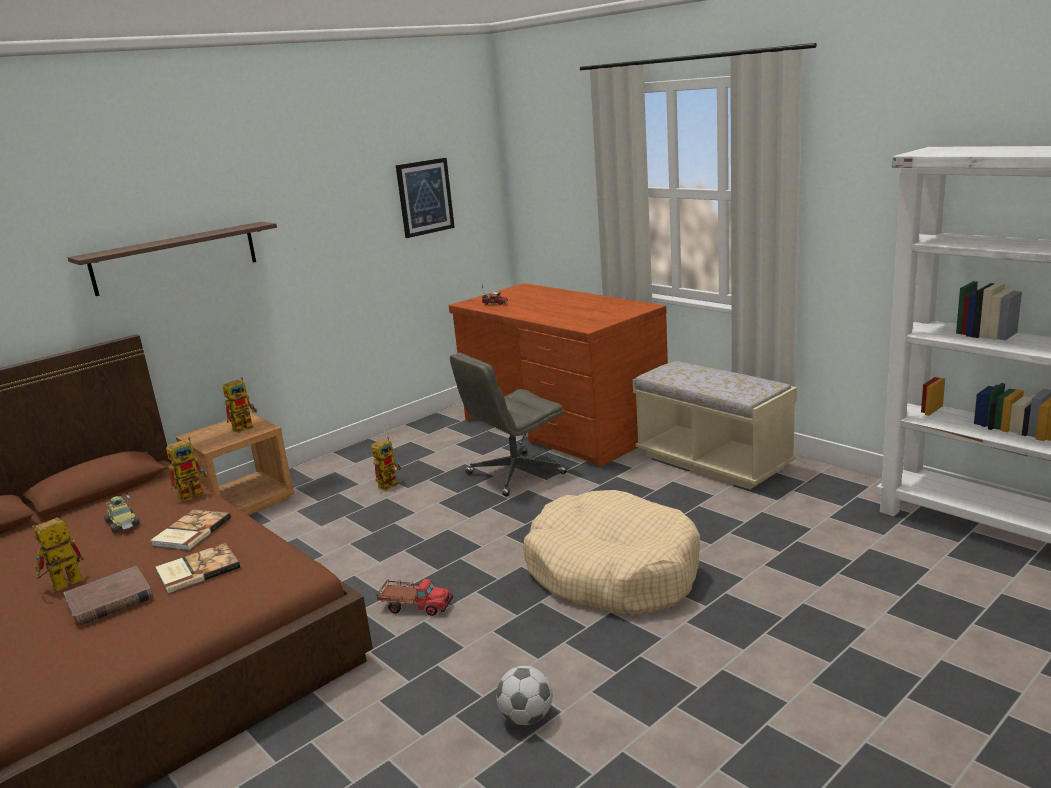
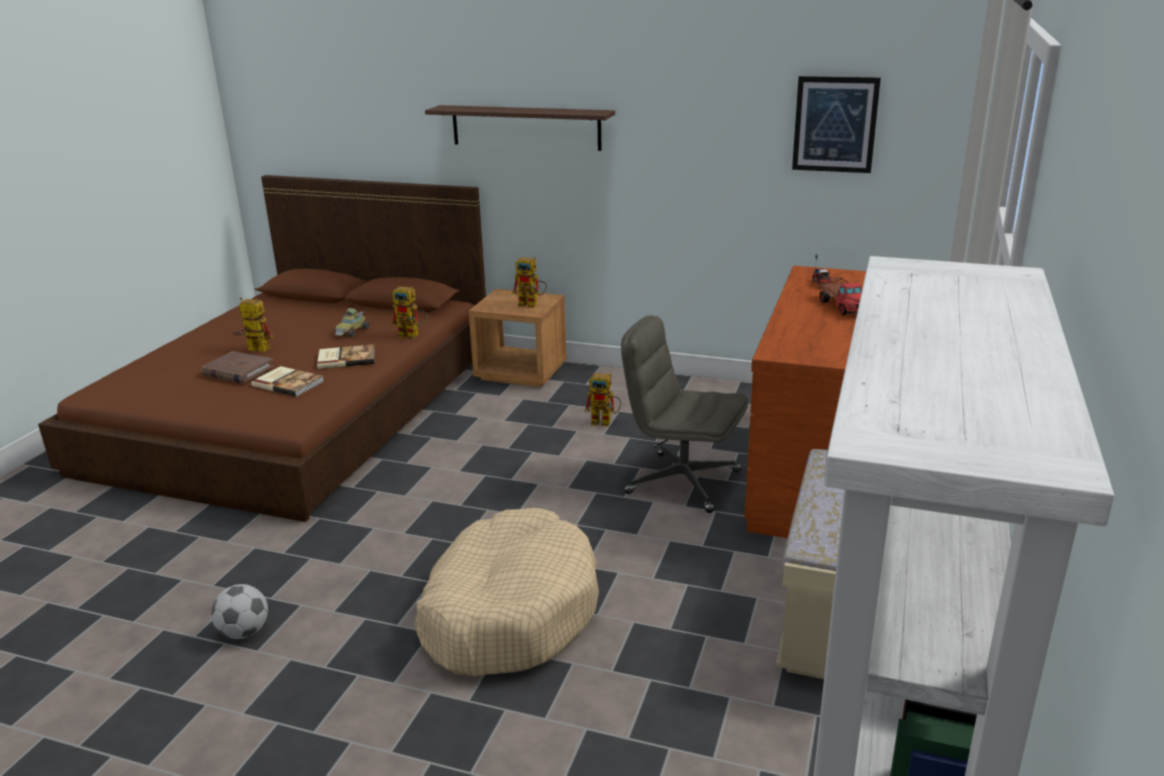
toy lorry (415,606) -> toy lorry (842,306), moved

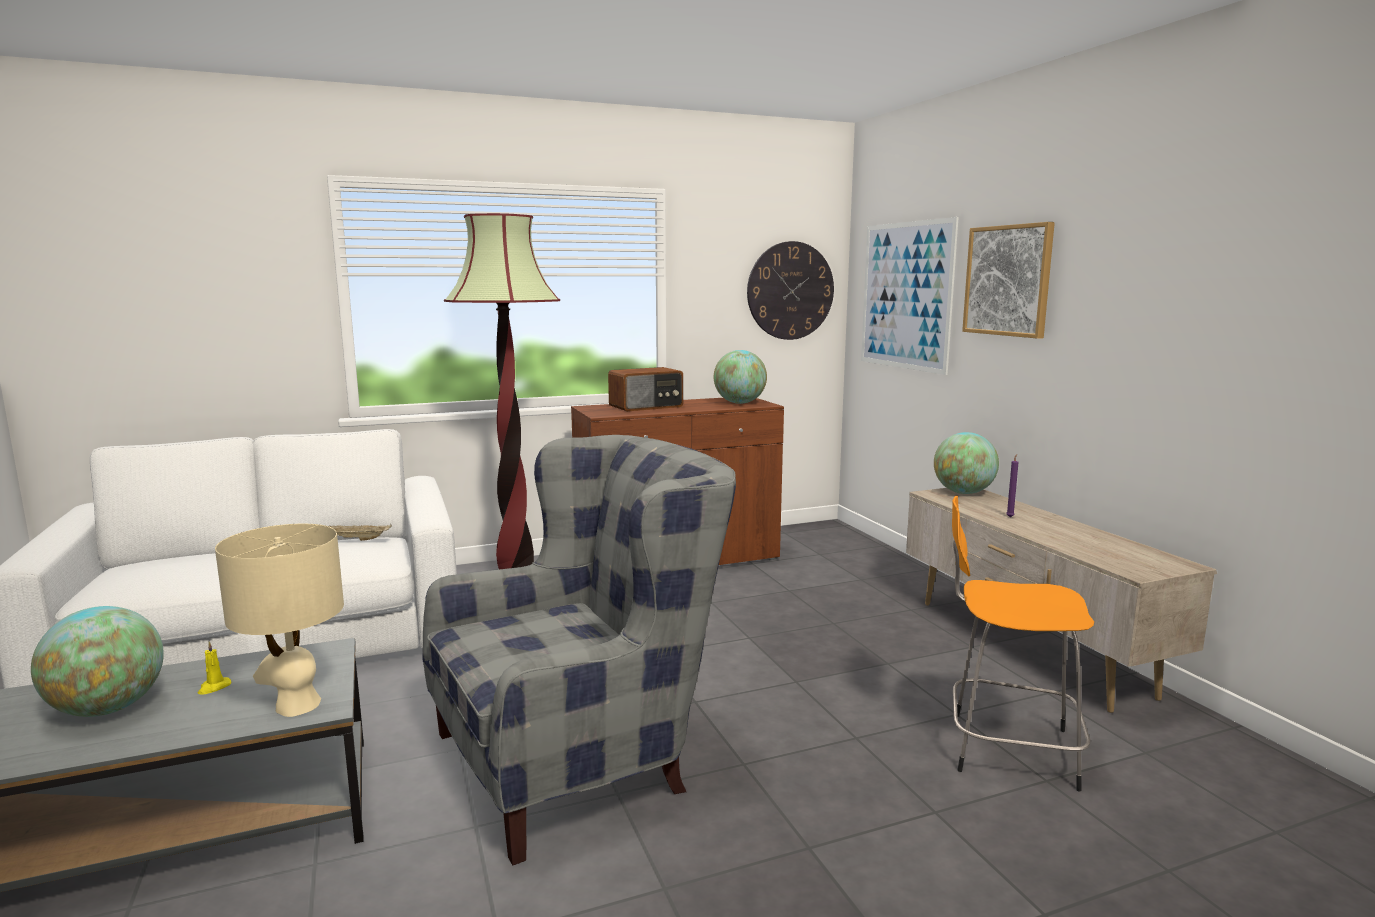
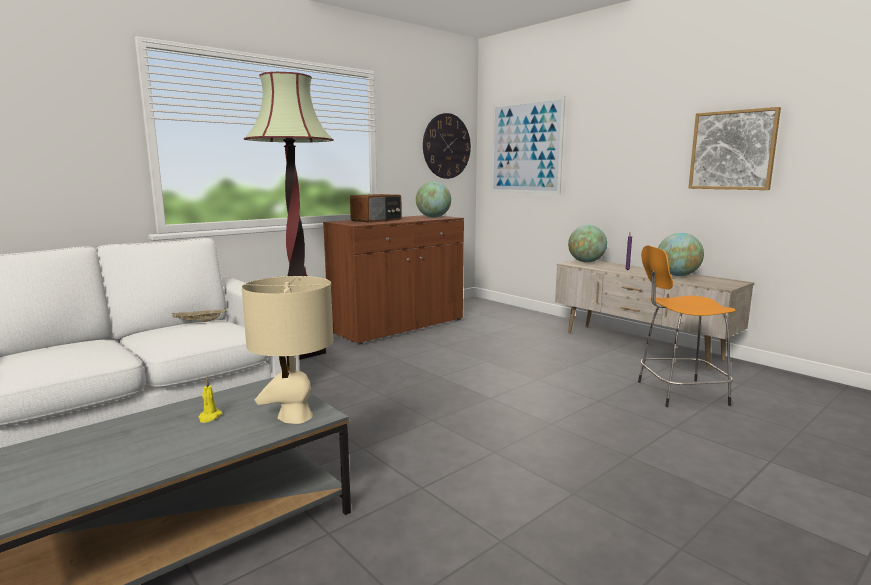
gray easy chair (584,755) -> none
desk globe (107,709) -> desk globe (677,275), moved
wall art (1008,280) -> wall art (732,150), moved

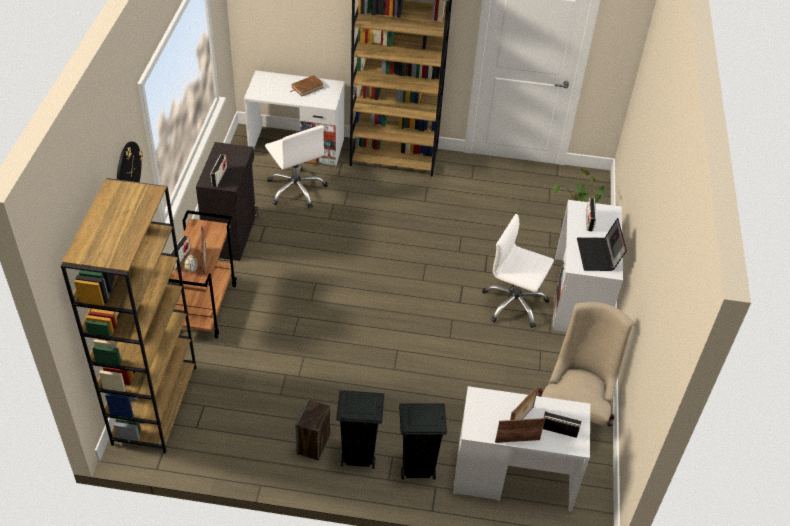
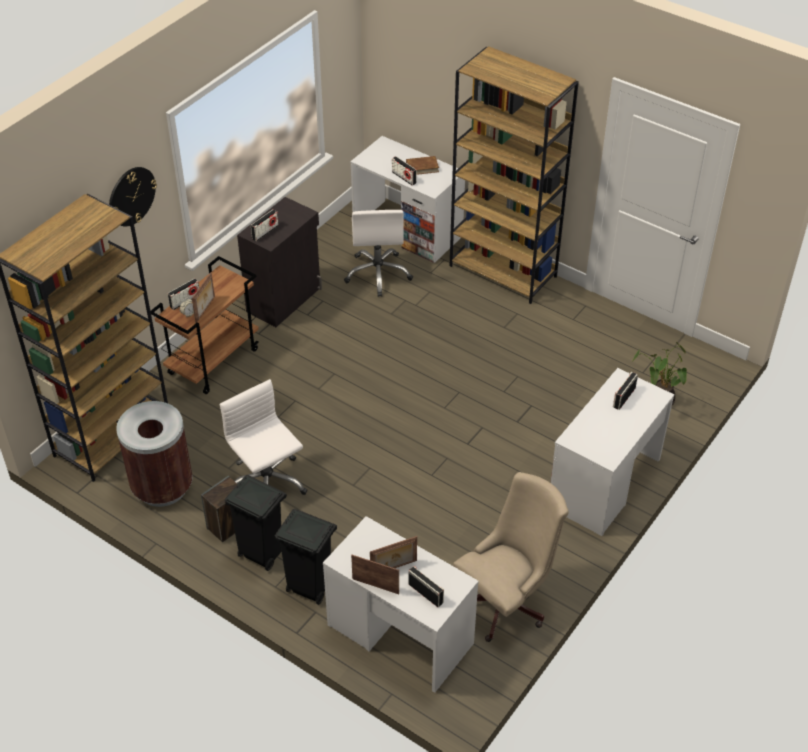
laptop (598,255) -> none
none -> brown-coloured rubbish bin (162,487)
none -> radio receiver (404,177)
white office chair (514,304) -> white office chair (267,483), moved

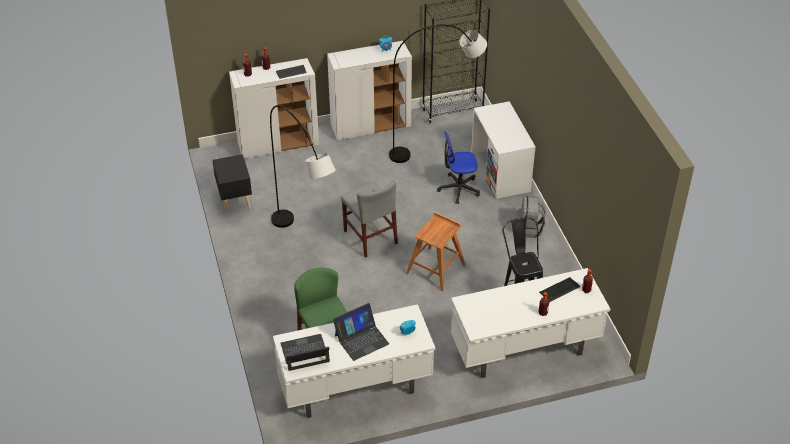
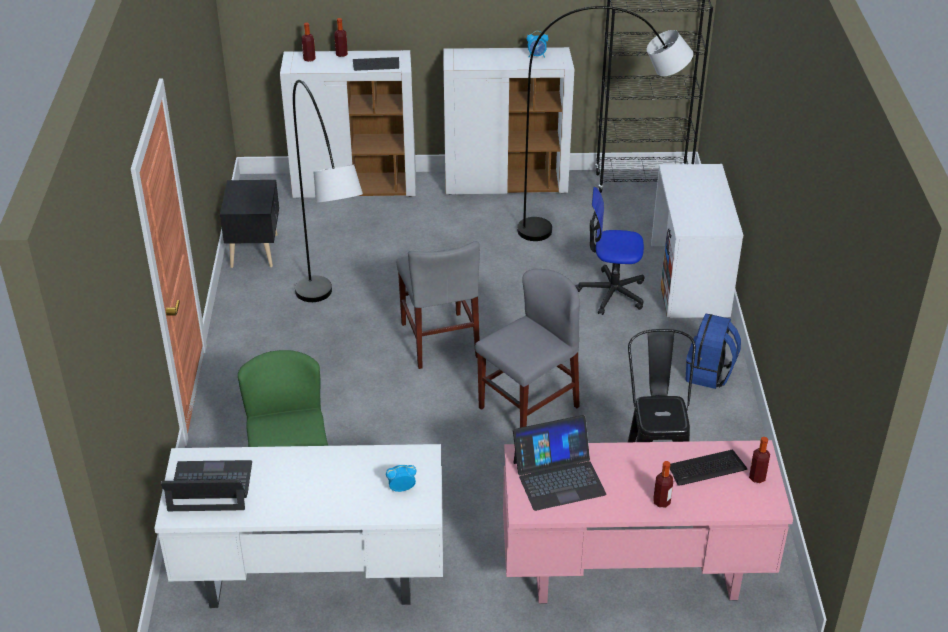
laptop (361,339) -> laptop (558,477), moved
brown-coloured sitting stool (436,269) -> gray upright chair (528,407)
white desk (524,351) -> pinkish desk (633,573)
gray backpack (529,229) -> bluish backpack (709,374)

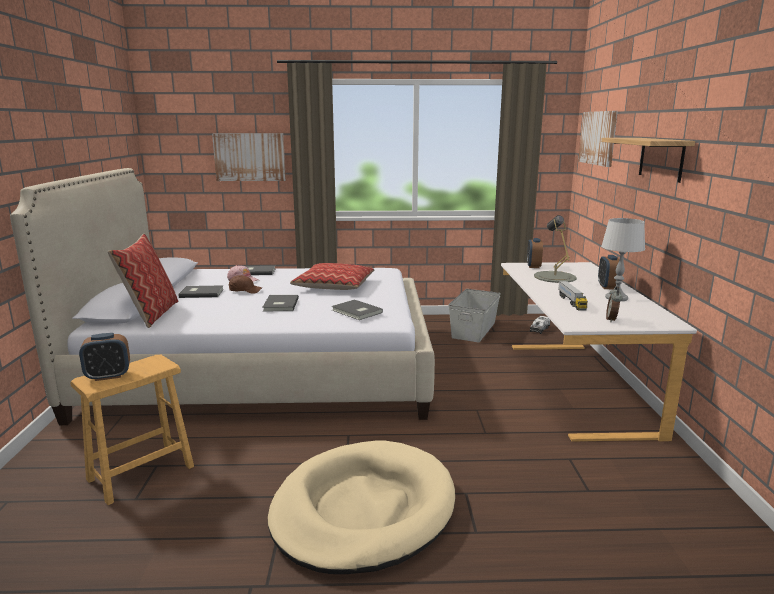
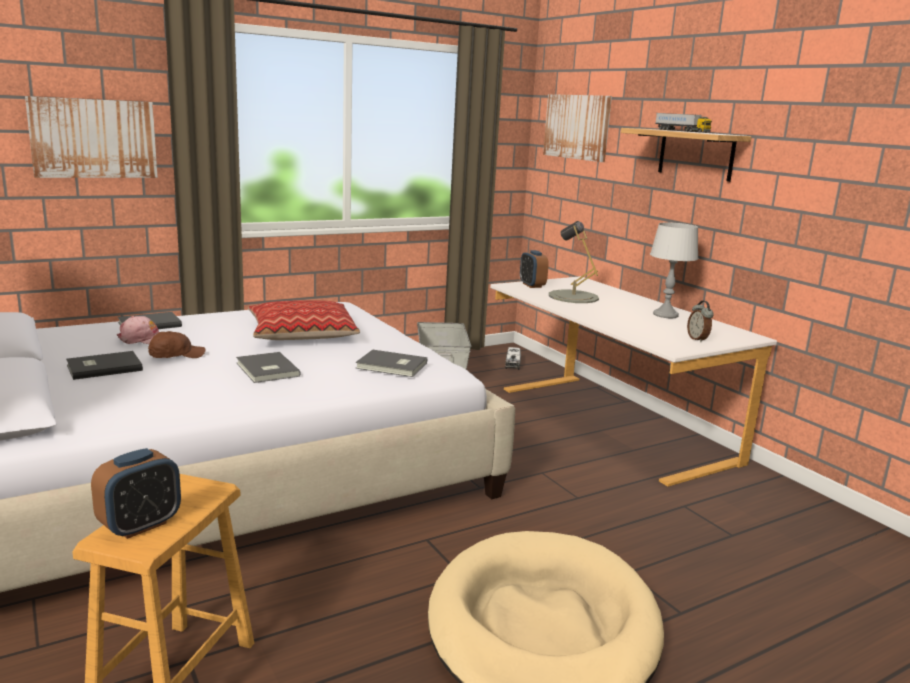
cushion (151,314) -> none
table clock (607,287) -> none
toy lorry (571,302) -> toy lorry (681,131), moved

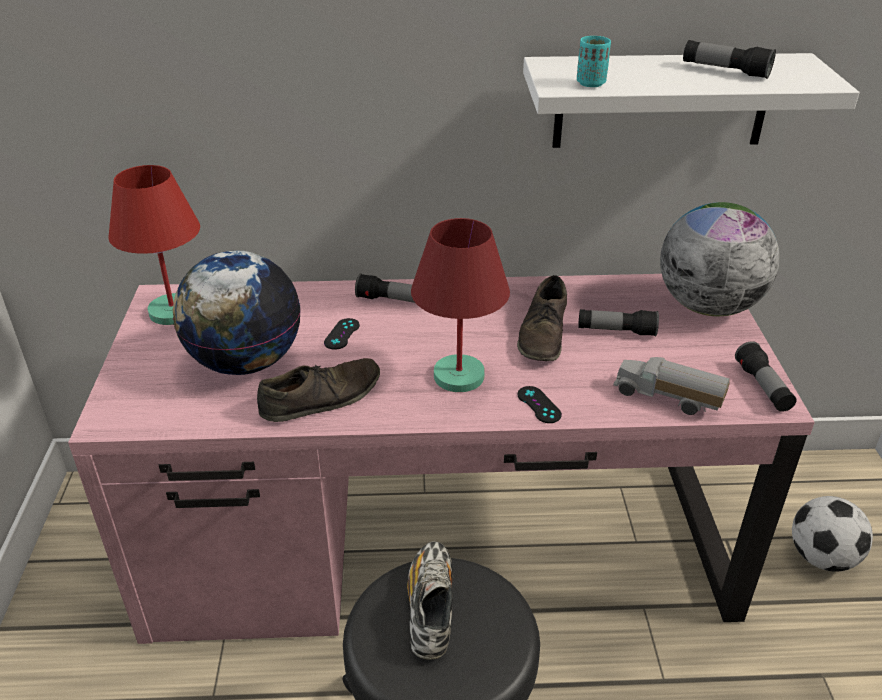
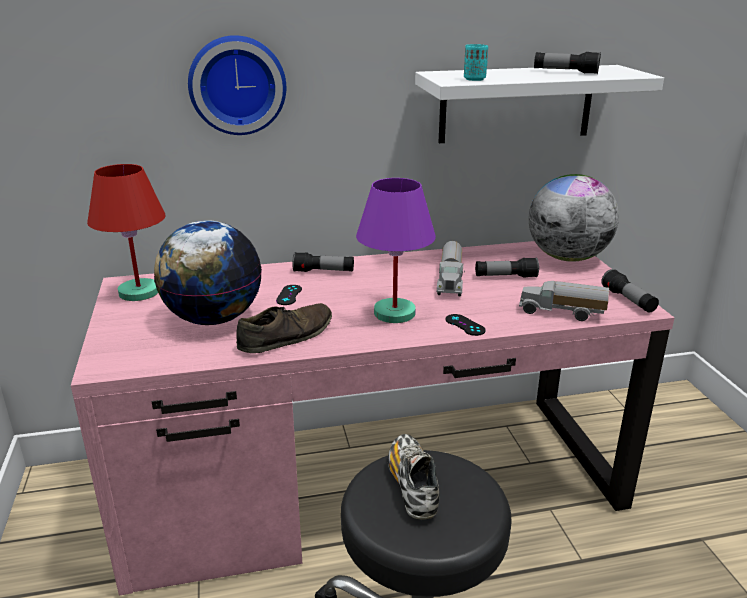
football (821,557) -> none
none -> wall clock (237,85)
brown-coloured low shoe (543,334) -> toy lorry (451,283)
red-coloured table lamp (458,376) -> purplish table lamp (393,313)

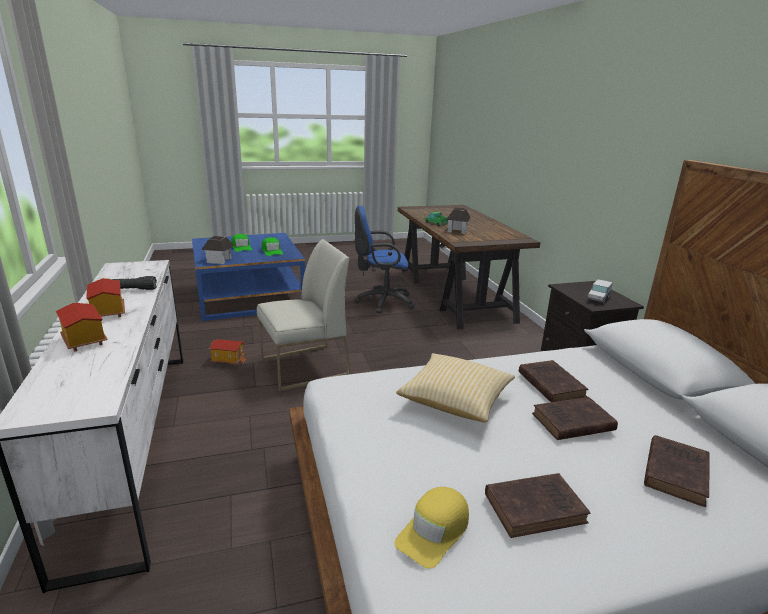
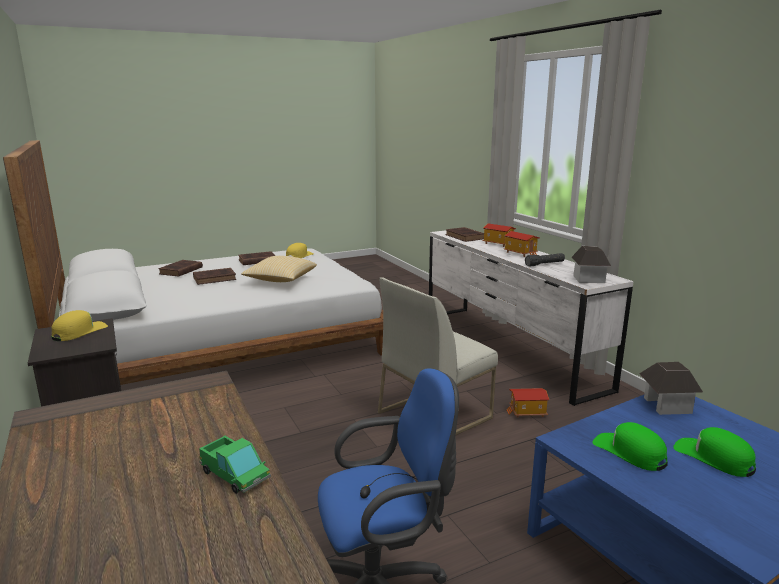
miniature house (457,231) -> miniature house (588,279), moved
brown-coloured volume (550,384) -> brown-coloured volume (465,237), moved
toy lorry (598,299) -> yellowish cap (79,332)

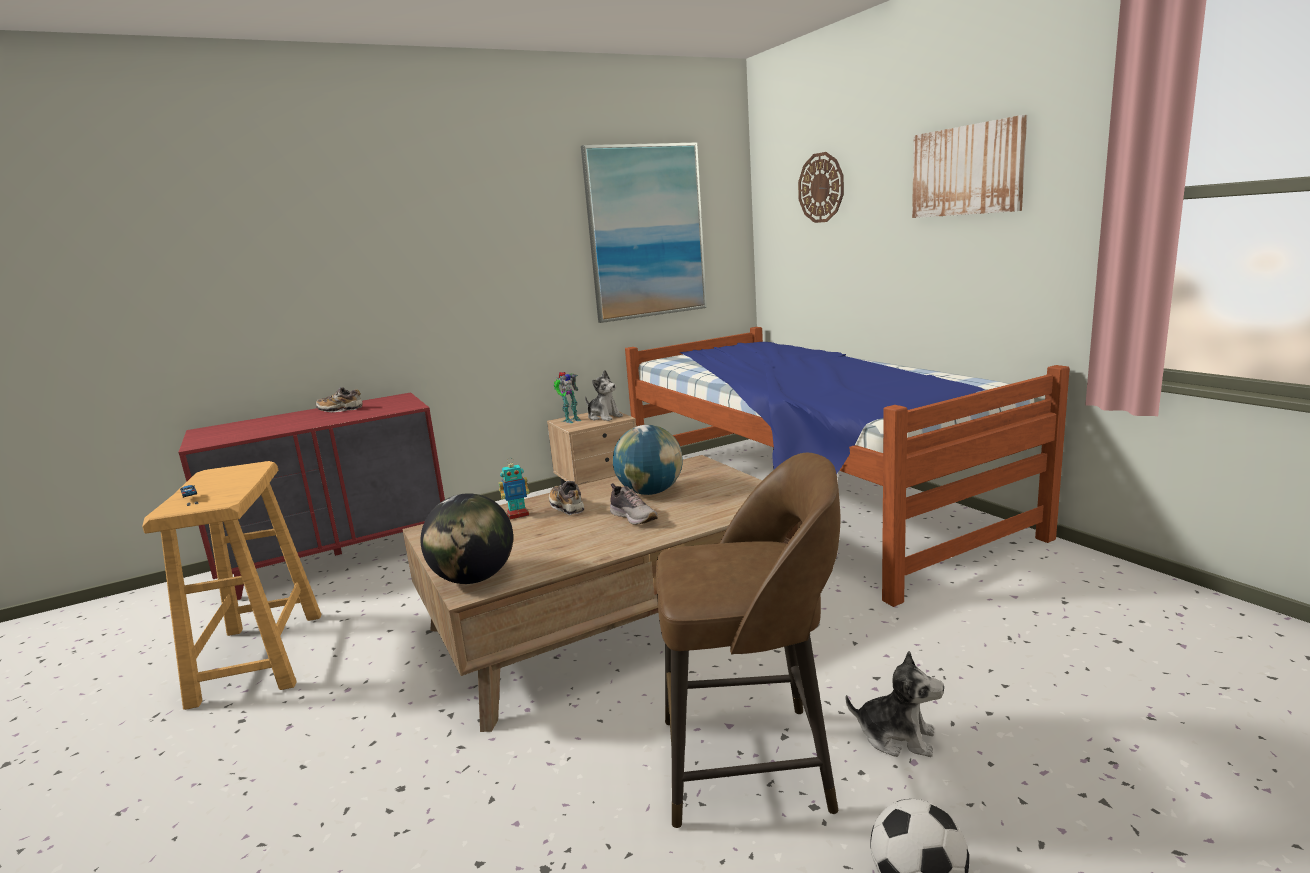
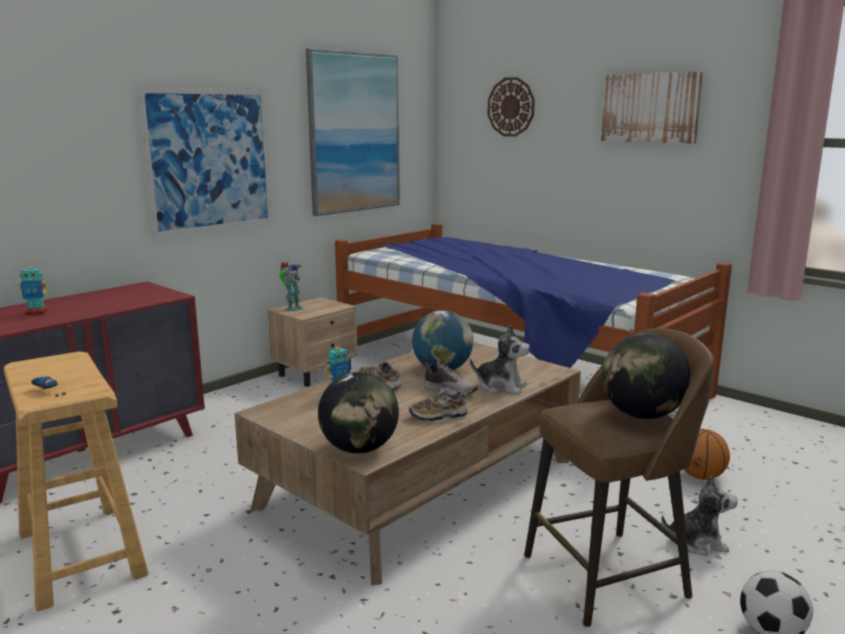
none -> robot figure (36,313)
none -> wall art (210,160)
none -> desk globe (642,415)
none -> ball for basketball (700,476)
low shoe (340,409) -> low shoe (438,416), moved
soft toy (604,417) -> soft toy (501,387), moved

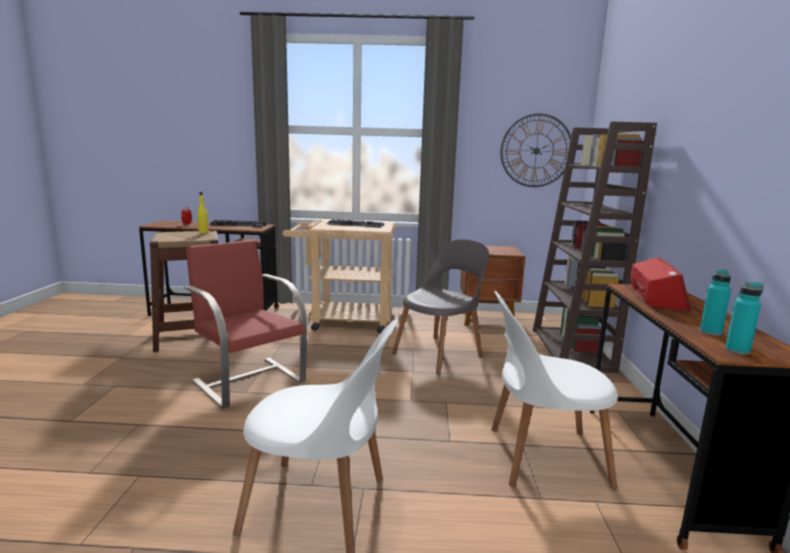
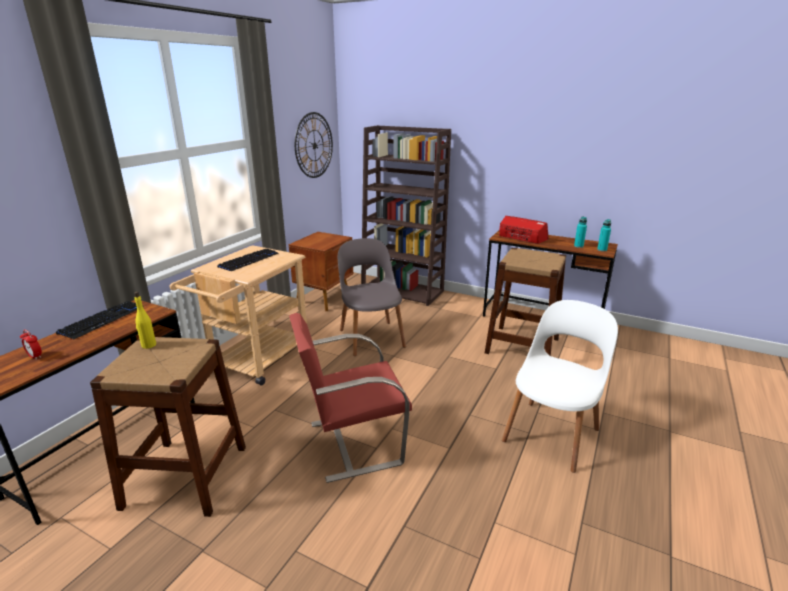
white upright chair (541,456) -> brown-coloured sitting stool (522,346)

